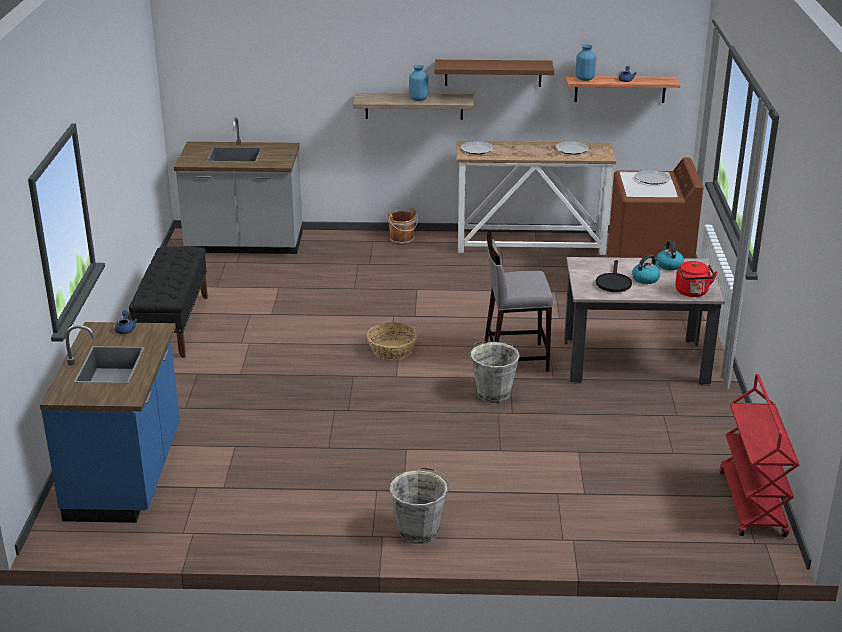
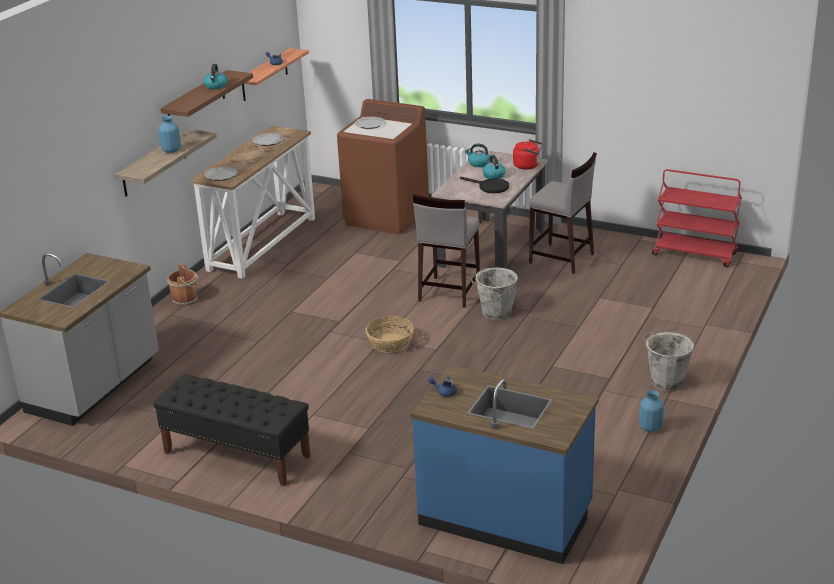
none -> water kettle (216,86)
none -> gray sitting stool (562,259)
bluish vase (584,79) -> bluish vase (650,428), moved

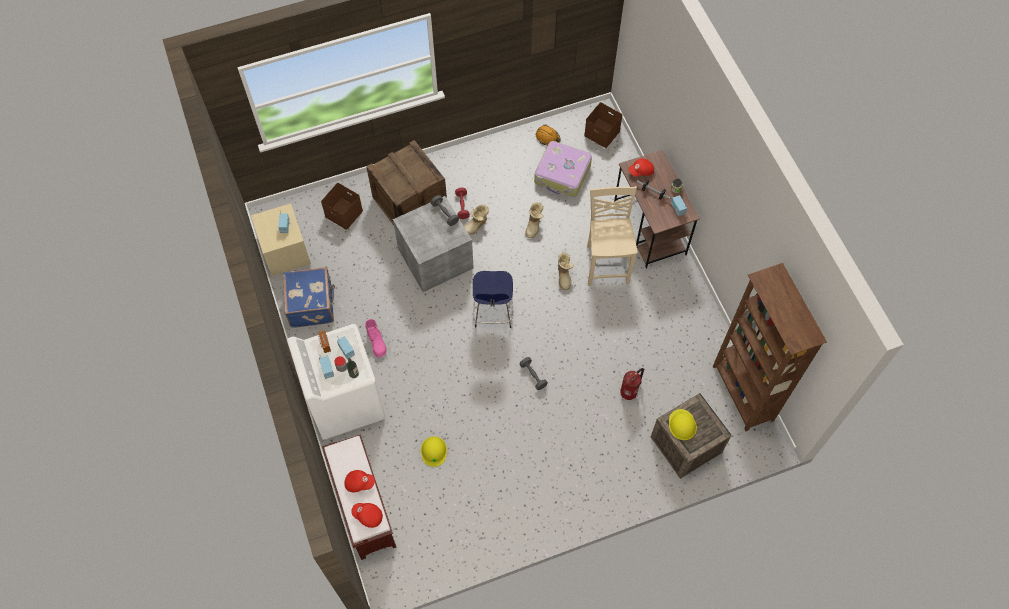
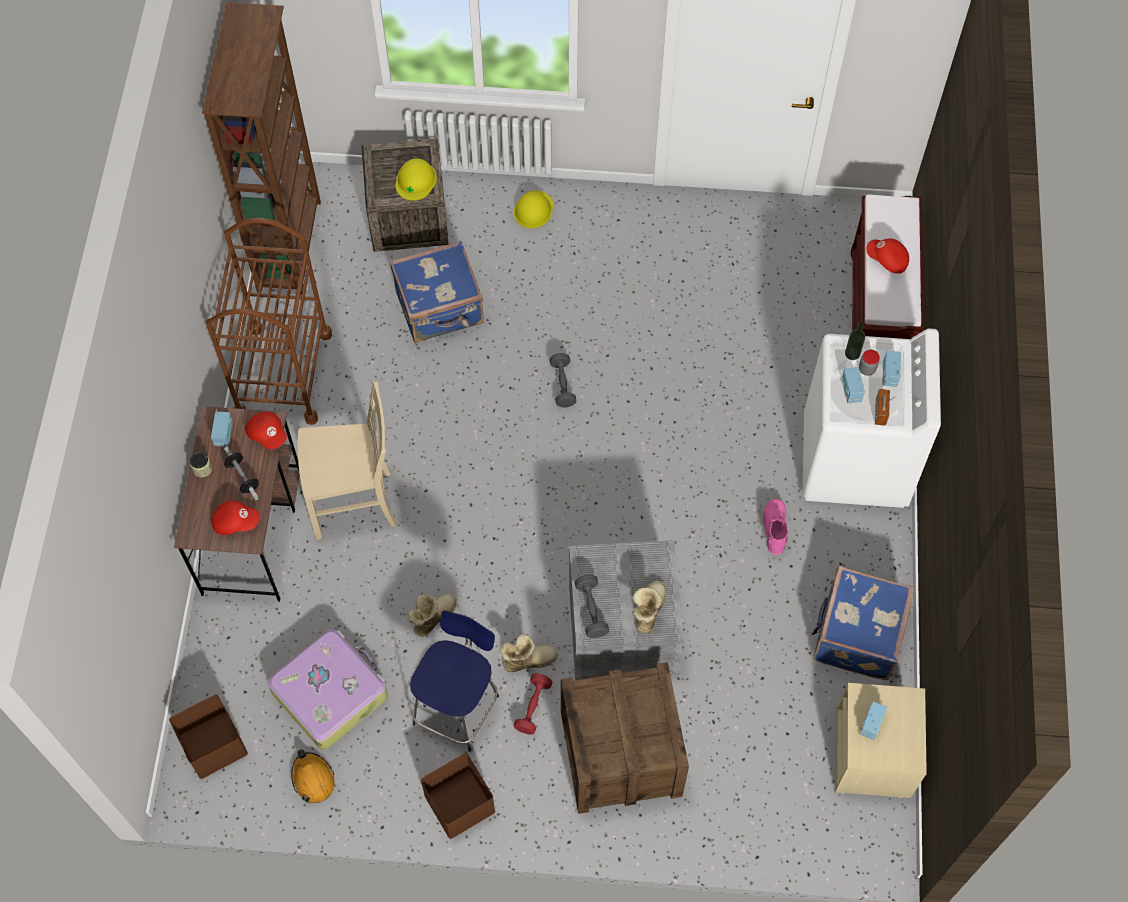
none -> brown-coloured wheeled cart (283,374)
brown-coloured storage bin (344,213) -> brown-coloured storage bin (458,803), moved
red-coloured cap (367,516) -> red-coloured cap (268,434), moved
yellowish safety helmet (434,451) -> yellowish safety helmet (533,209), moved
bluish sitting stool (493,313) -> bluish sitting stool (457,707), moved
boot (564,276) -> boot (648,610), moved
fire extinguisher (629,392) -> bluish suitcase (440,309)
sand-coloured upright chair (606,263) -> sand-coloured upright chair (355,504), 120 degrees counterclockwise

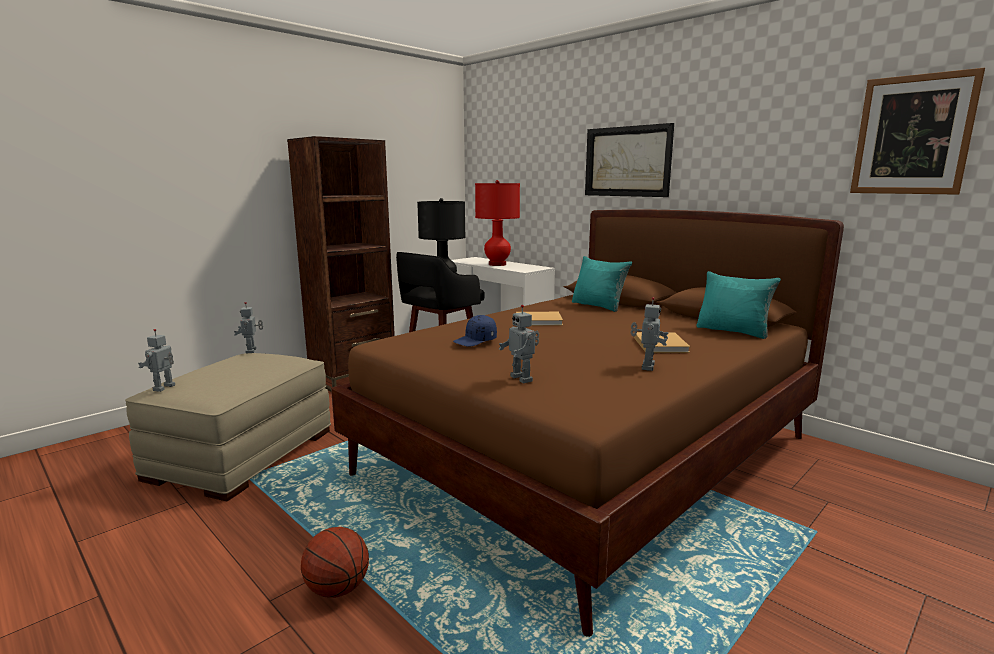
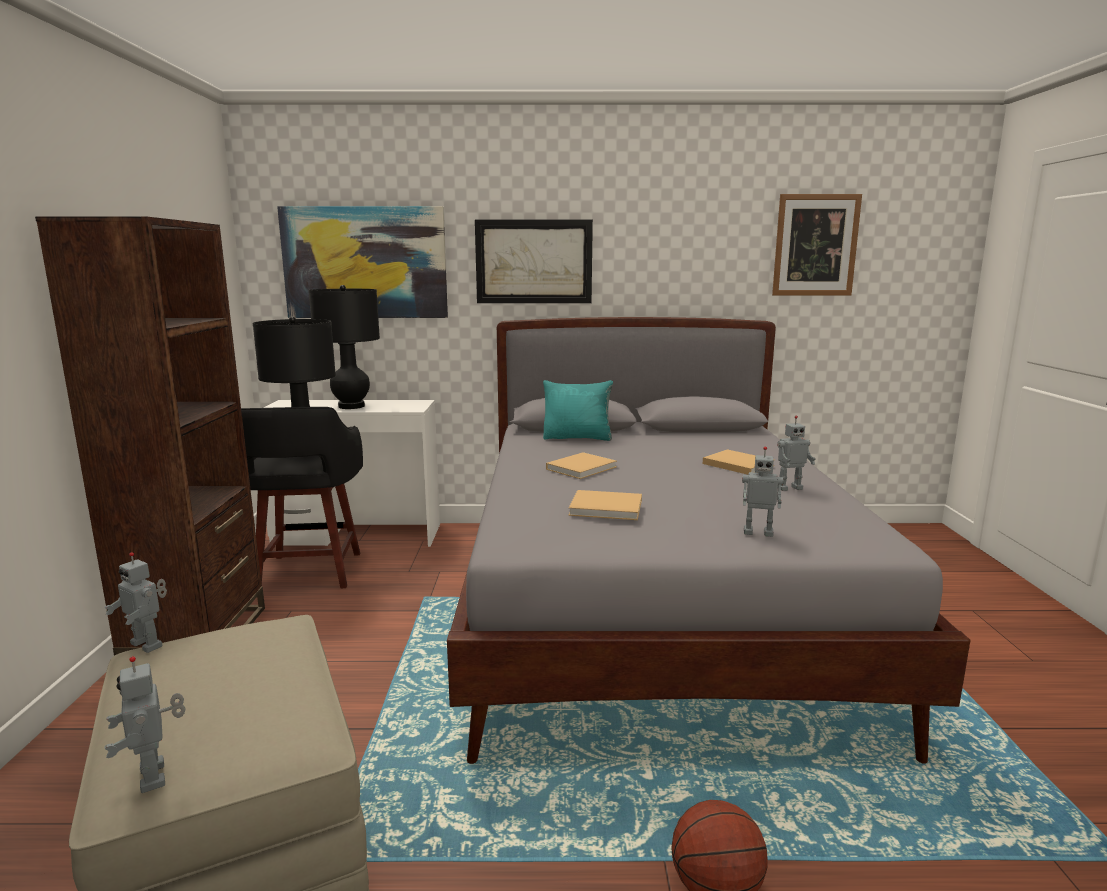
turquoise-coloured cushion (733,331) -> none
none -> wall art (365,263)
bluish cap (475,341) -> sand-coloured volume (608,508)
brown-coloured bed (591,455) -> gray bed (654,609)
red-coloured table lamp (497,264) -> black table lamp (351,406)
robot figure (646,366) -> robot figure (788,488), 105 degrees clockwise

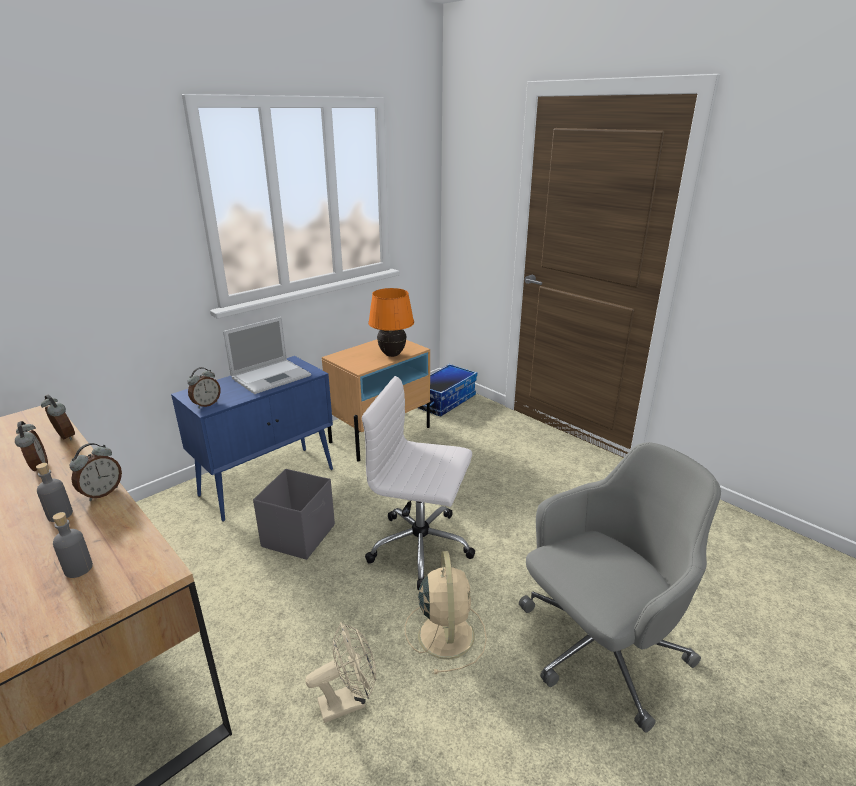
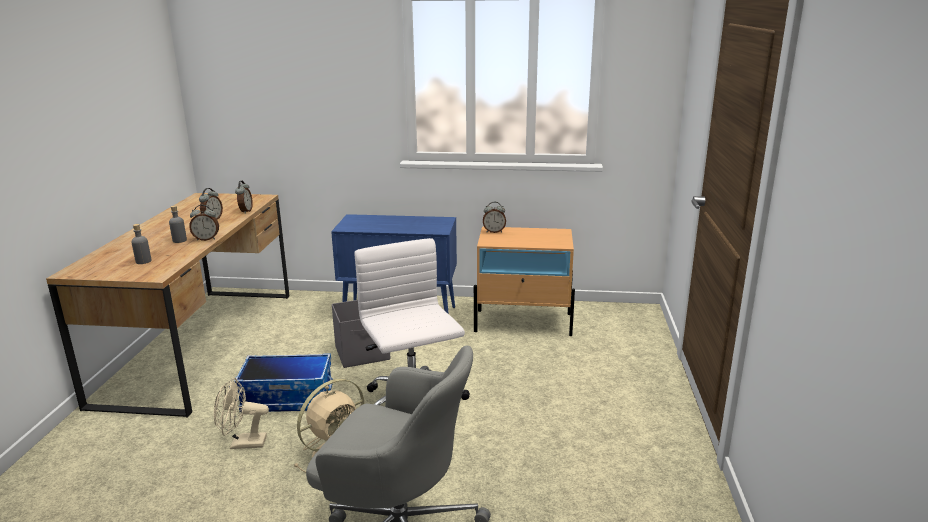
laptop (272,376) -> none
orange-coloured table lamp (392,354) -> none
table clock (206,404) -> table clock (494,231), moved
storage bin (444,401) -> storage bin (288,398), moved
sand-coloured fan (348,701) -> sand-coloured fan (242,444), 150 degrees clockwise

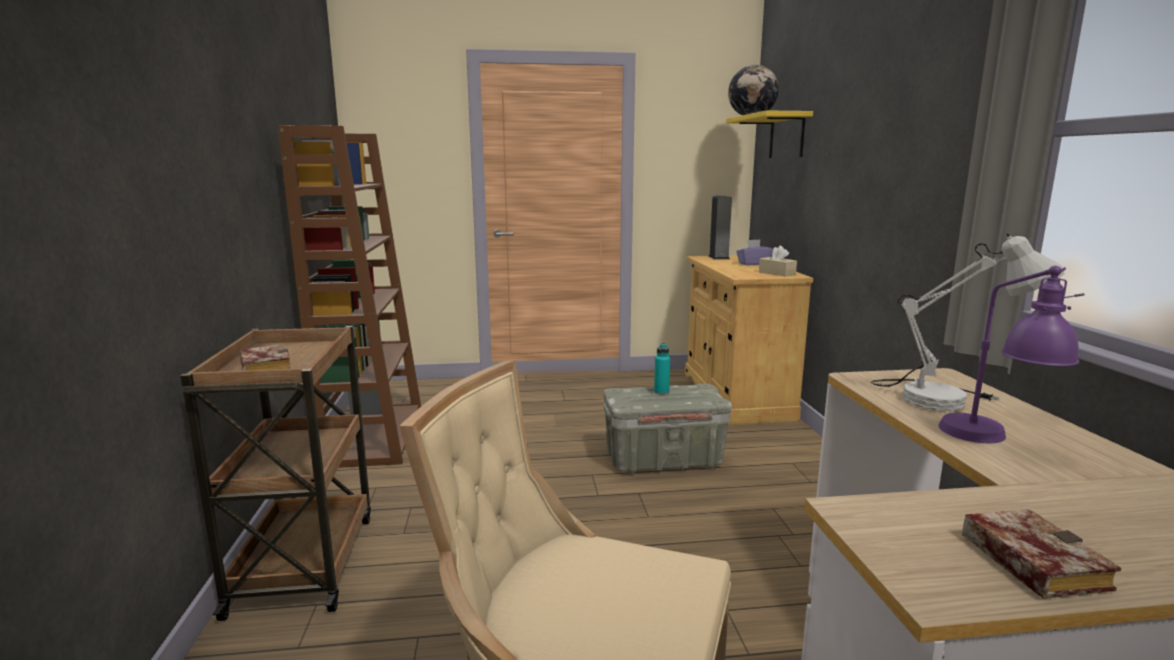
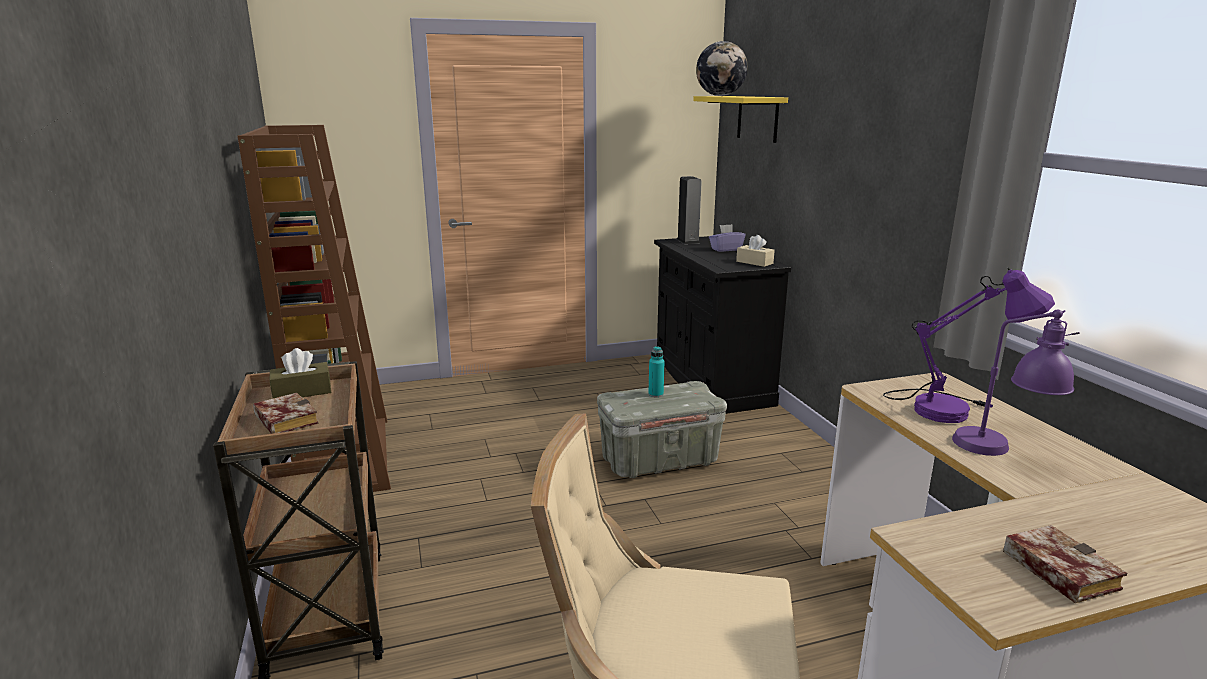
none -> brown-coloured tissue holder (302,392)
sand-coloured cupboard (736,395) -> black cupboard (710,381)
white table lamp (945,399) -> purplish table lamp (949,409)

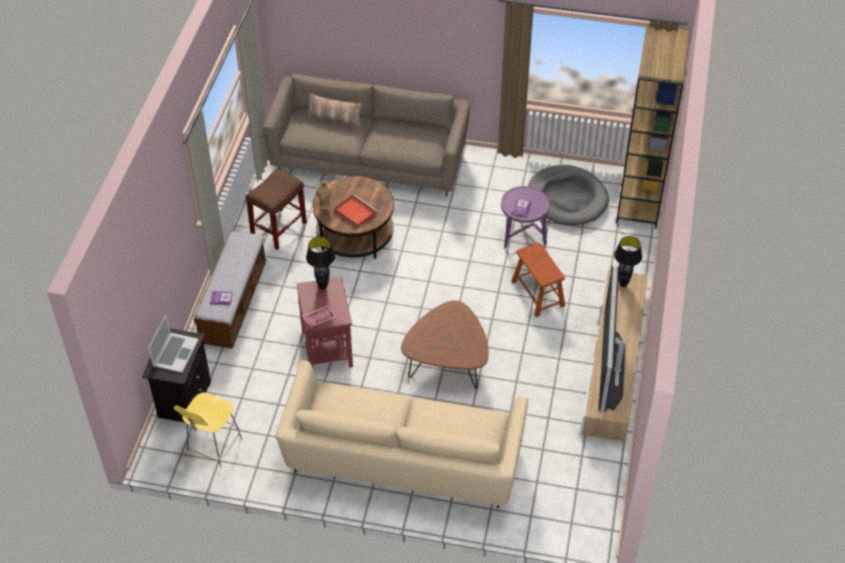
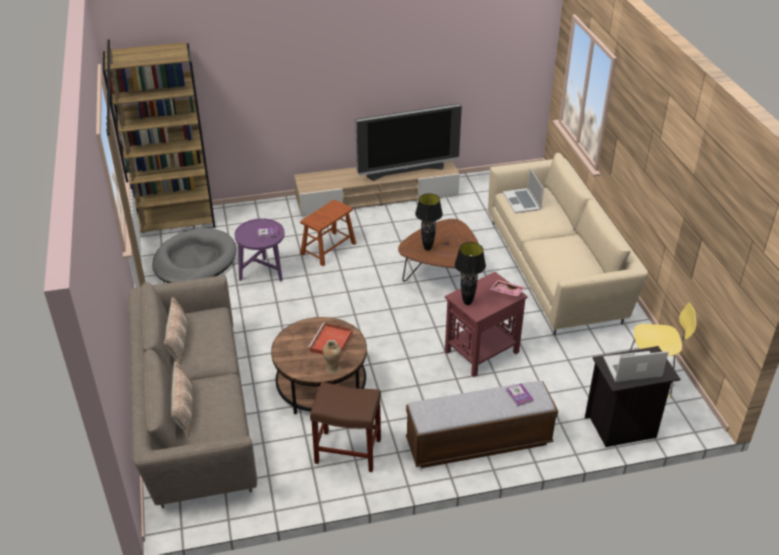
none -> cushion (178,341)
none -> laptop (522,201)
black table lamp (623,284) -> black table lamp (427,248), moved

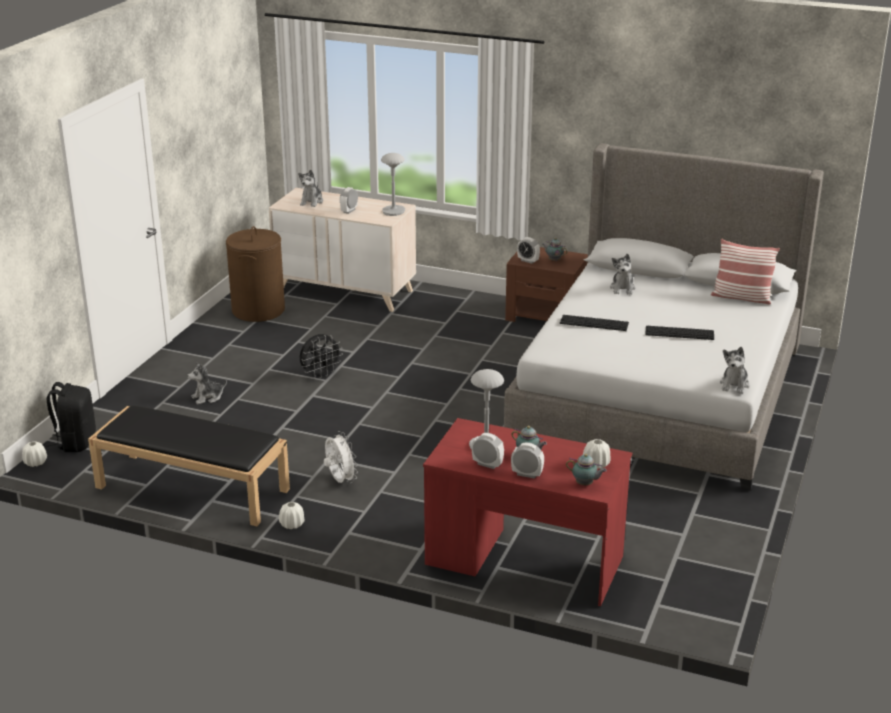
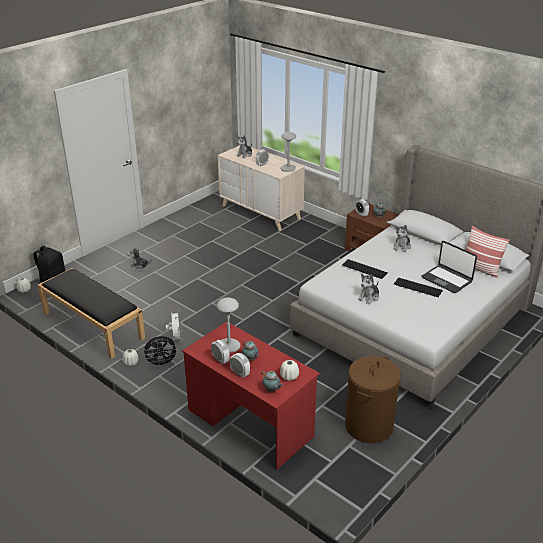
none -> laptop (447,279)
brown-coloured laundry basket (258,310) -> brown-coloured laundry basket (369,426), moved
black fan (320,374) -> black fan (161,364), moved
soft toy (734,385) -> soft toy (369,297), moved

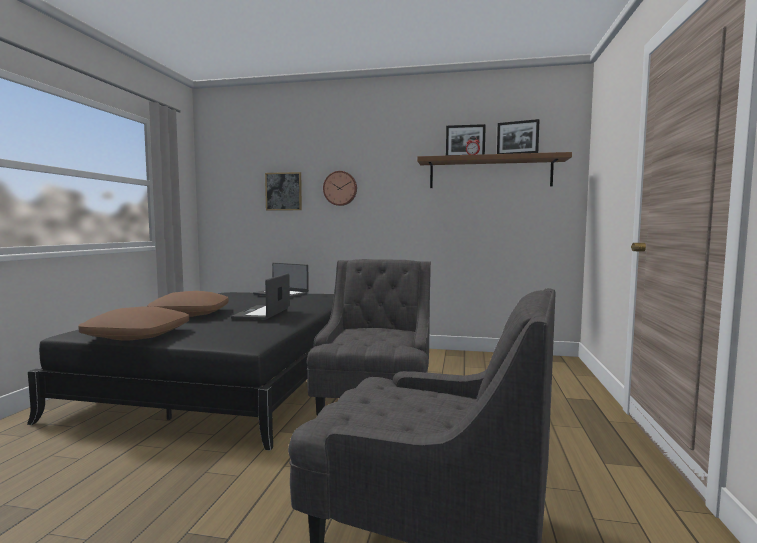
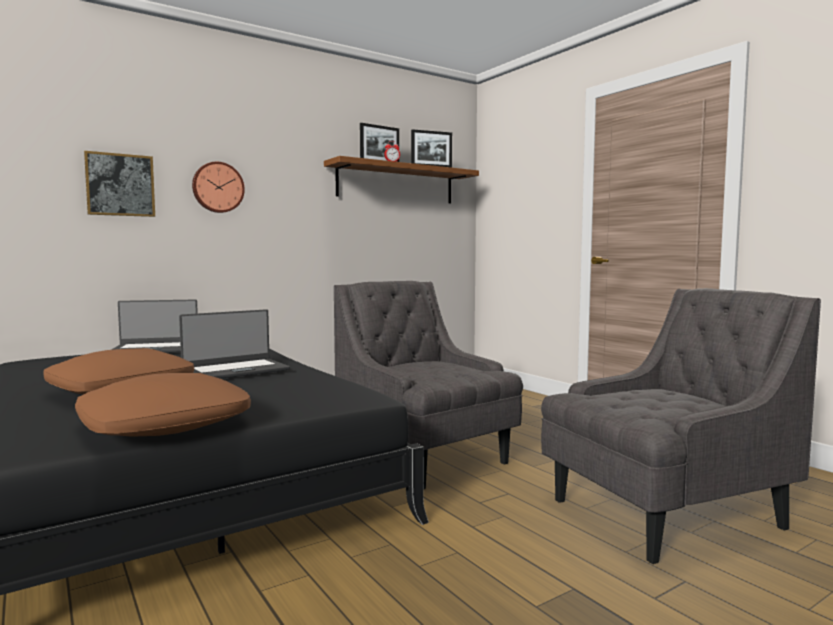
laptop (263,313) -> laptop (235,370), 90 degrees counterclockwise

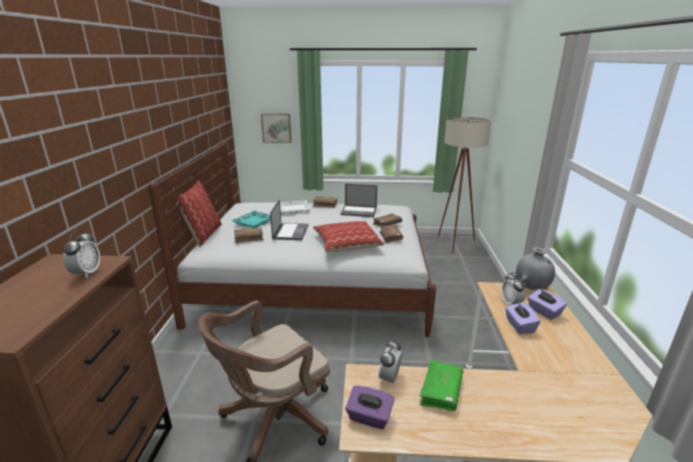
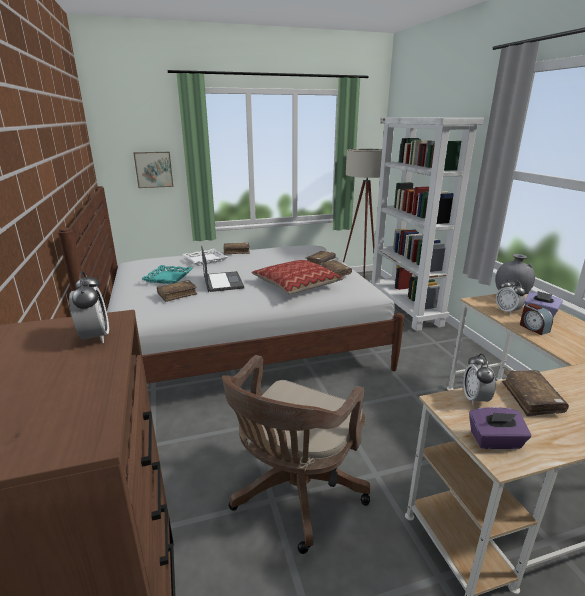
cushion (202,235) -> none
laptop (359,211) -> none
none -> white shelving unit (405,309)
purplish tissue holder (519,326) -> table clock (533,328)
greenish volume (441,391) -> brown-coloured volume (531,398)

